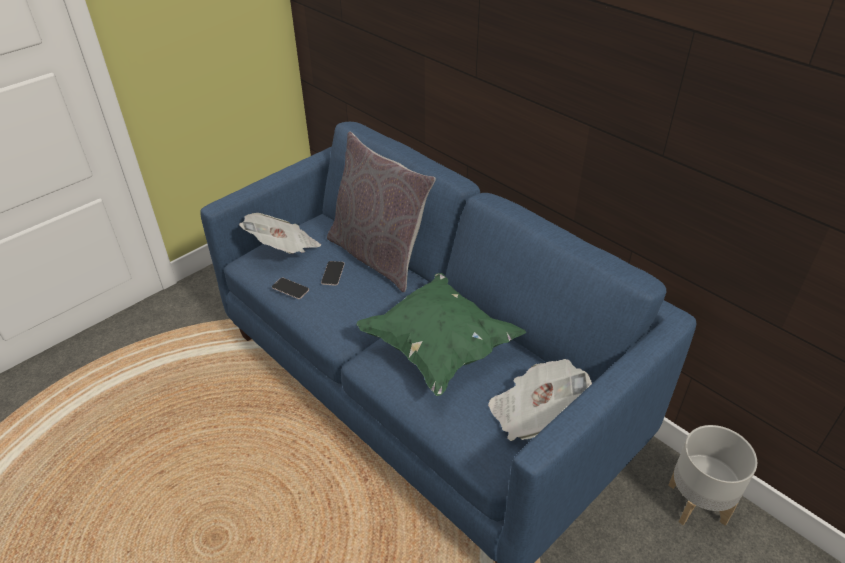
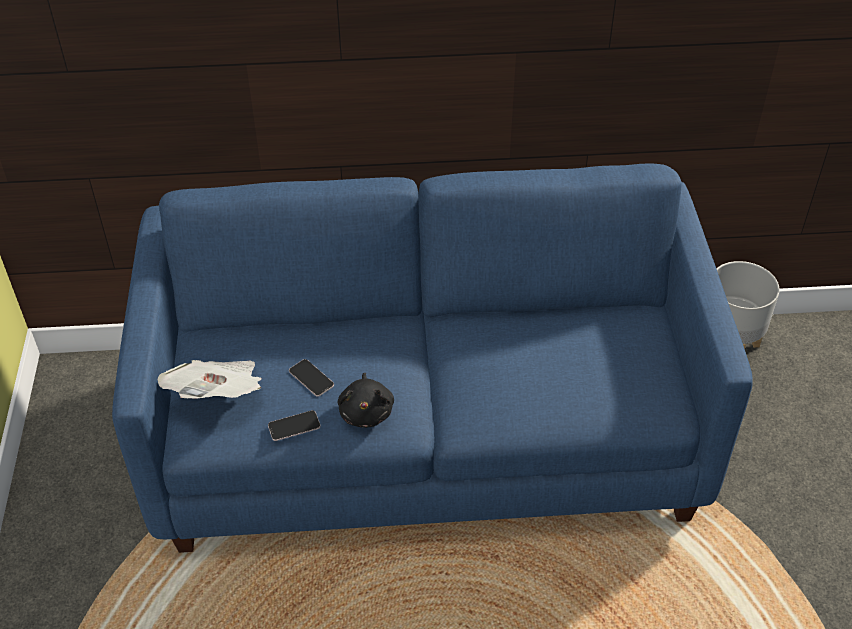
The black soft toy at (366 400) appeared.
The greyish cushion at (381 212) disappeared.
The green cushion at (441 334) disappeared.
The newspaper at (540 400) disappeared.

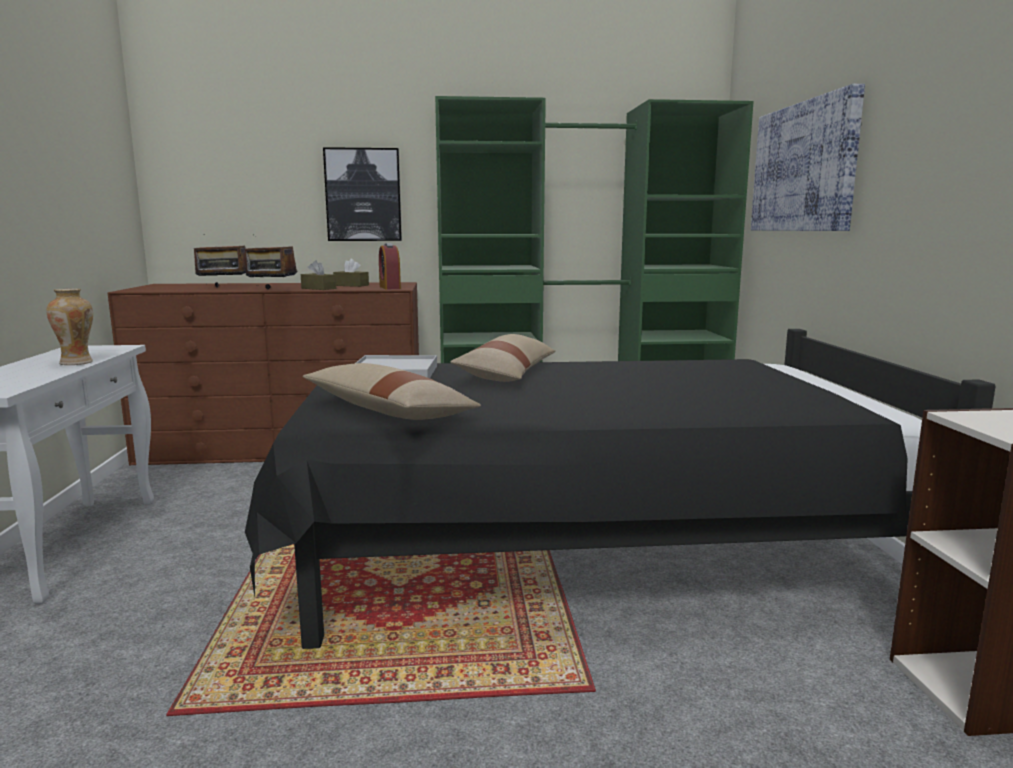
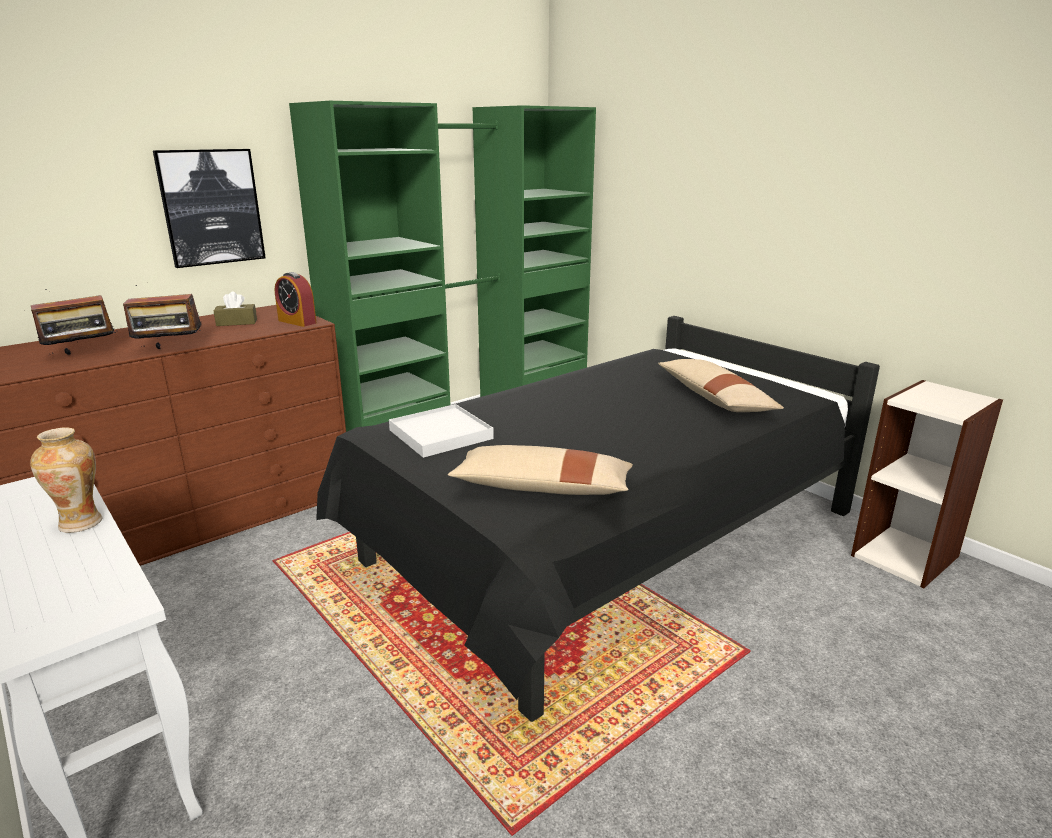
The sand-coloured cushion moved from (503 358) to (721 385).
The brown-coloured box of tissues at (318 275) disappeared.
The picture at (808 157) disappeared.

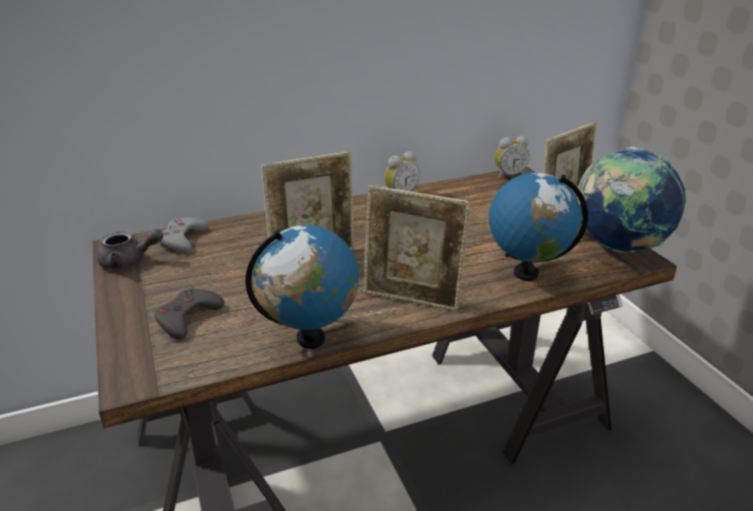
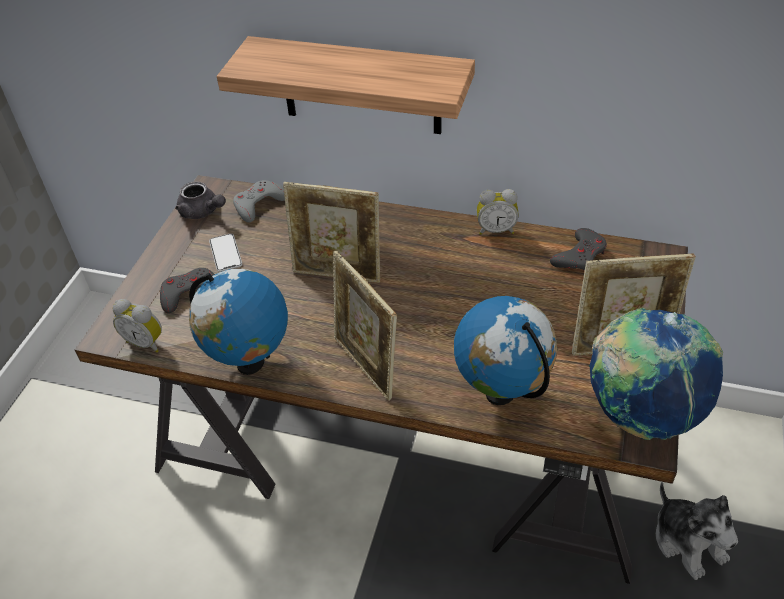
The alarm clock moved from (512 157) to (137 326).
The phone at (225 253) appeared.
The wall shelf at (346 85) appeared.
The greyish gamepad at (578 249) appeared.
The soft toy at (697 531) appeared.

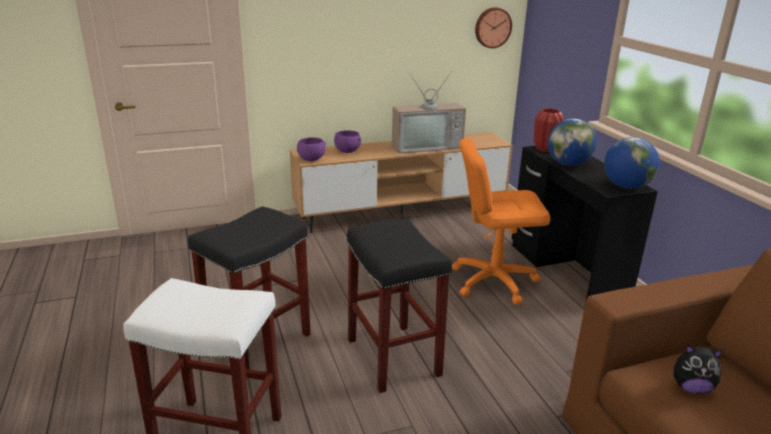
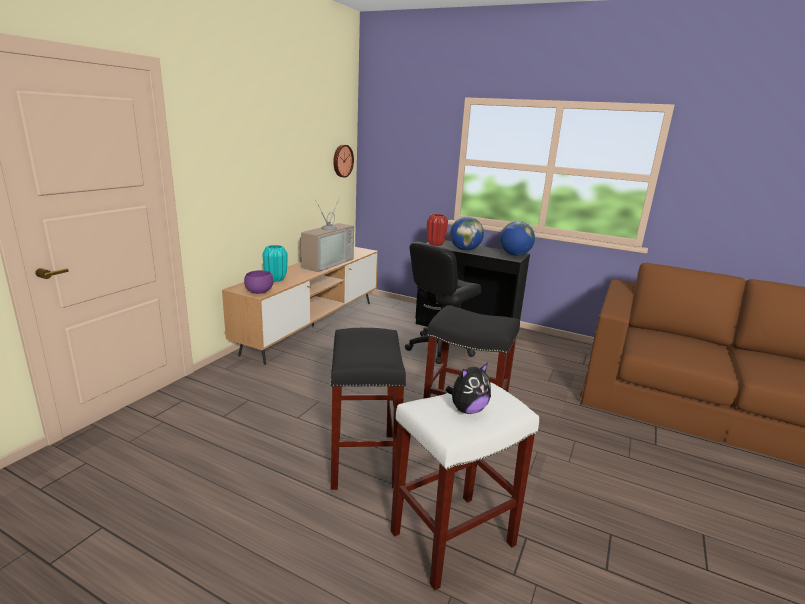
The purple serving bowl at (347 141) was replaced by the turquoise-coloured vase at (275 263).
The orangey desk chair at (501 222) became the black desk chair at (443 303).
The soft toy moved from (698 369) to (468 388).

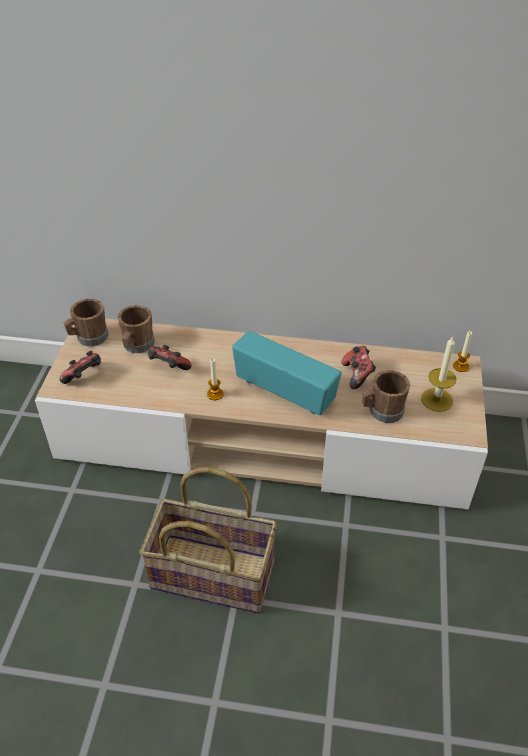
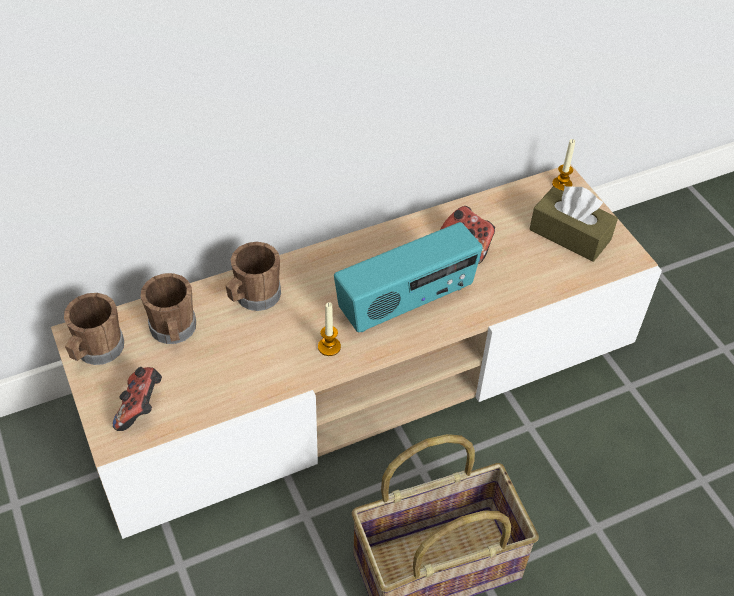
The brown-coloured tea mug moved from (386 396) to (253 276).
The radio receiver at (287 373) turned 150 degrees clockwise.
The candle at (438 374) was replaced by the brown-coloured box of tissues at (574 224).
The gamepad at (170 357) disappeared.

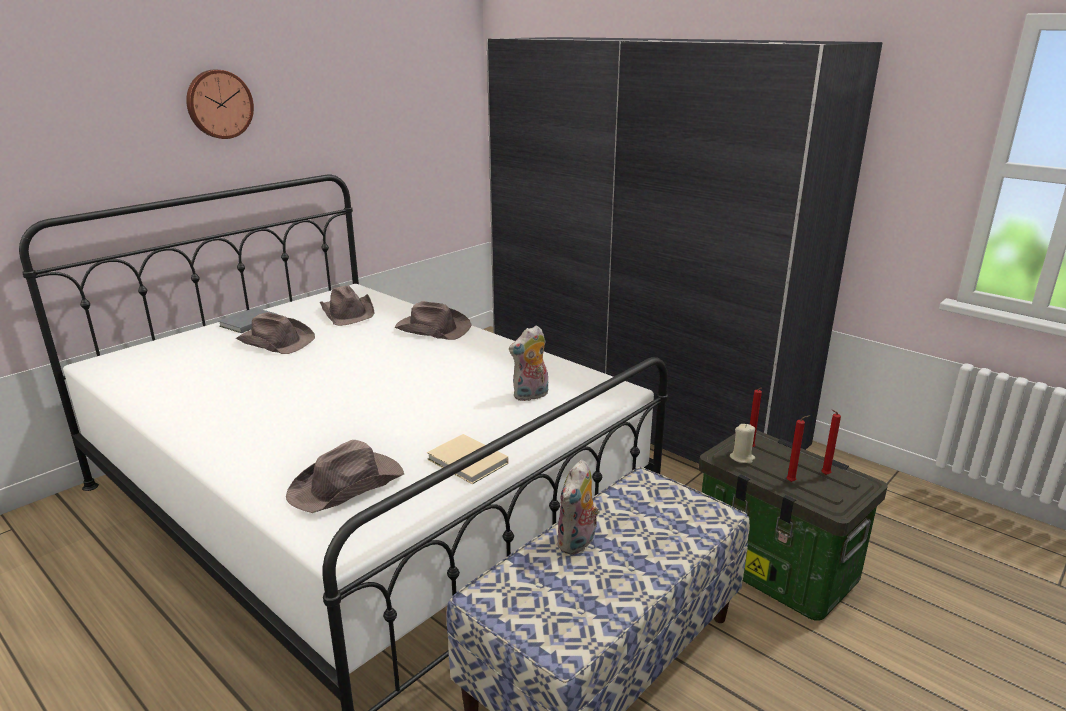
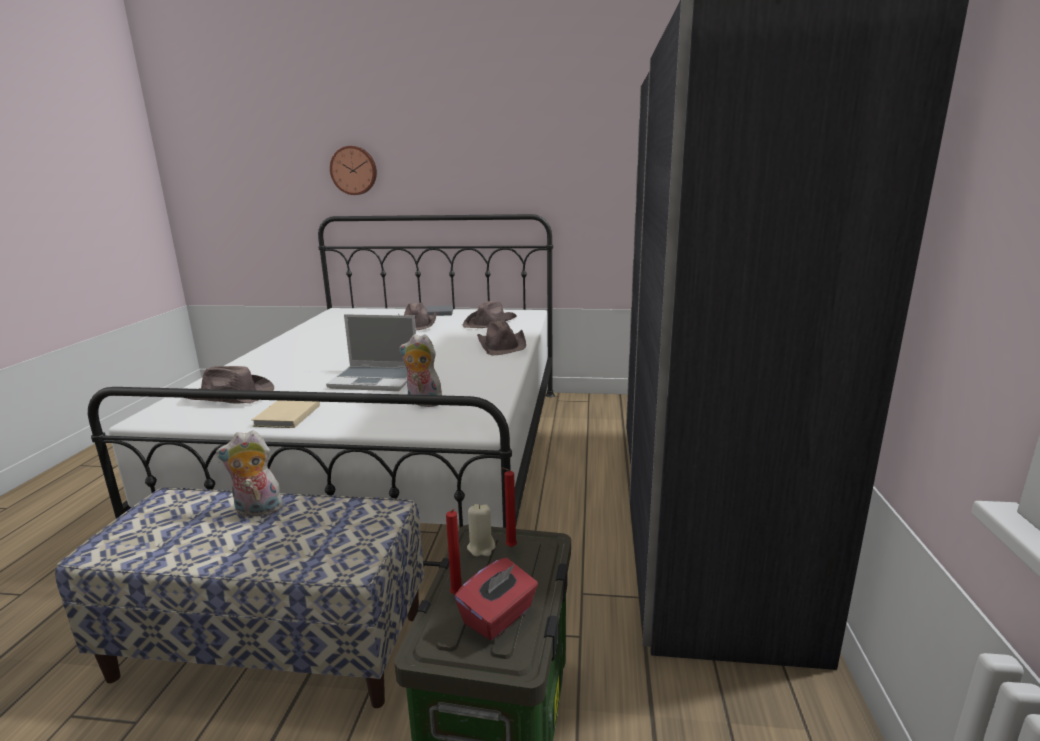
The laptop at (371 352) appeared.
The hanging clock moved from (220 104) to (353 170).
The red-coloured candle at (831 442) was replaced by the red-coloured box of tissues at (496 599).

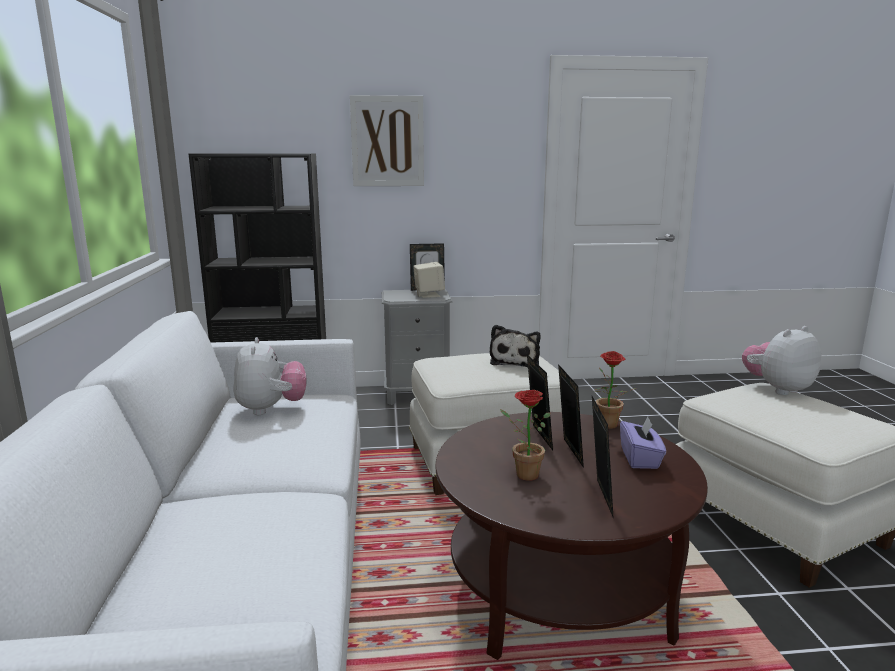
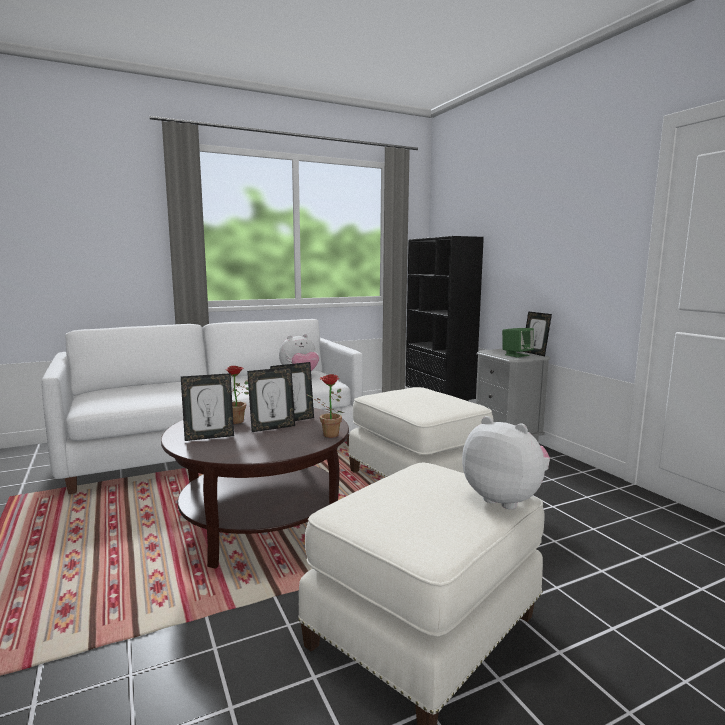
The sand-coloured audio speaker at (429 280) became the green audio speaker at (518 343).
The picture at (387 140) disappeared.
The soft toy at (515 346) disappeared.
The purple box of tissues at (643 442) disappeared.

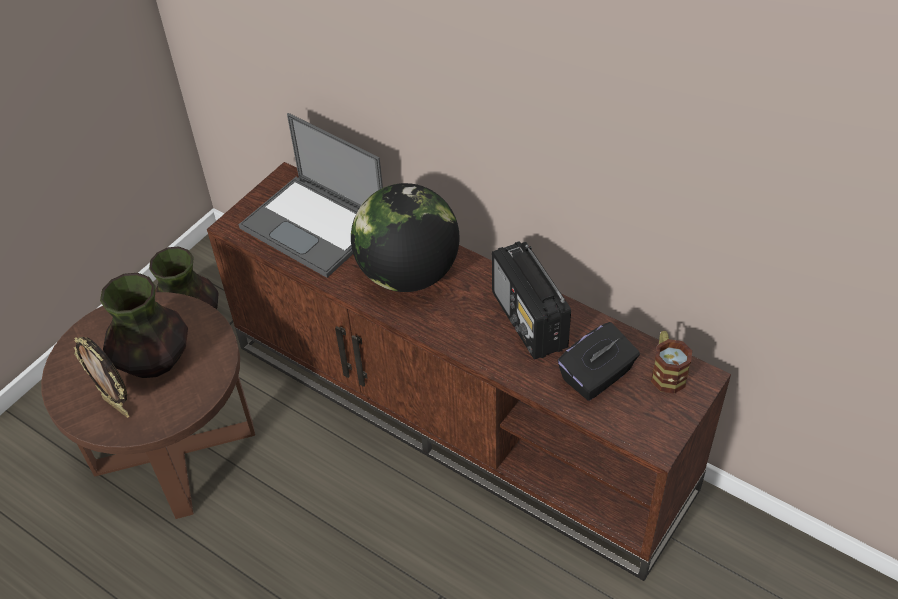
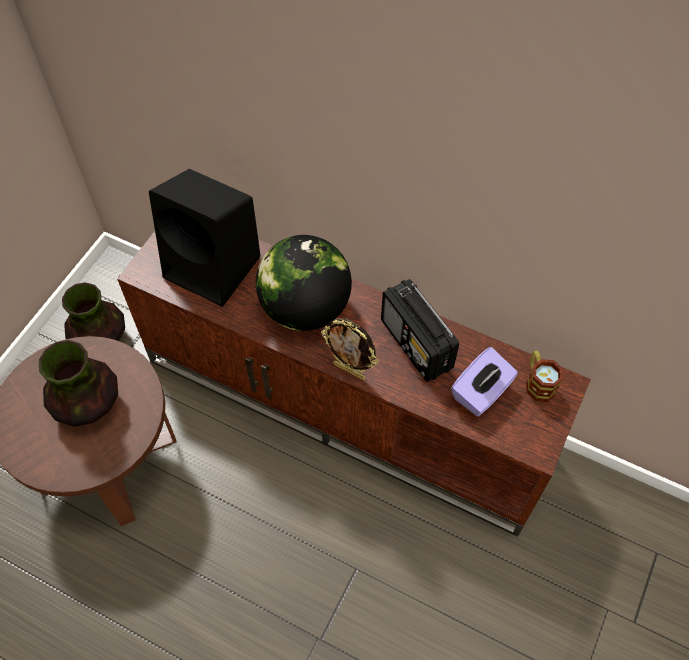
The laptop at (310 195) was replaced by the black audio speaker at (205 238).
The photo frame moved from (101 377) to (349 349).
The black box of tissues at (599 361) became the purple box of tissues at (484 382).

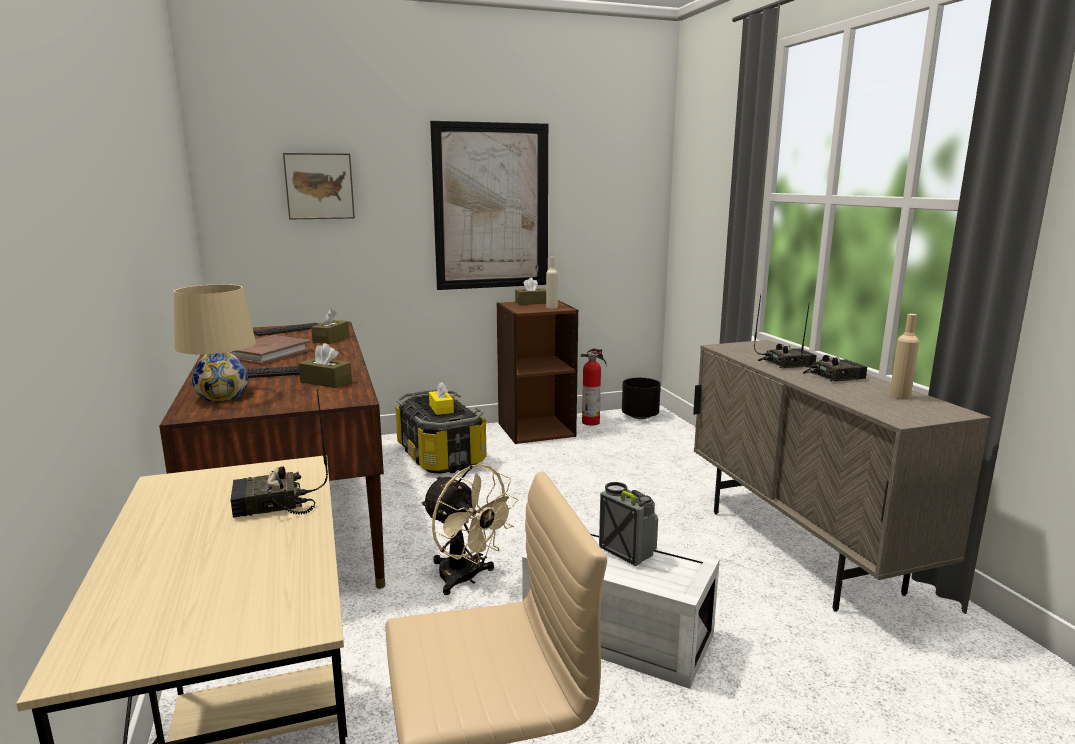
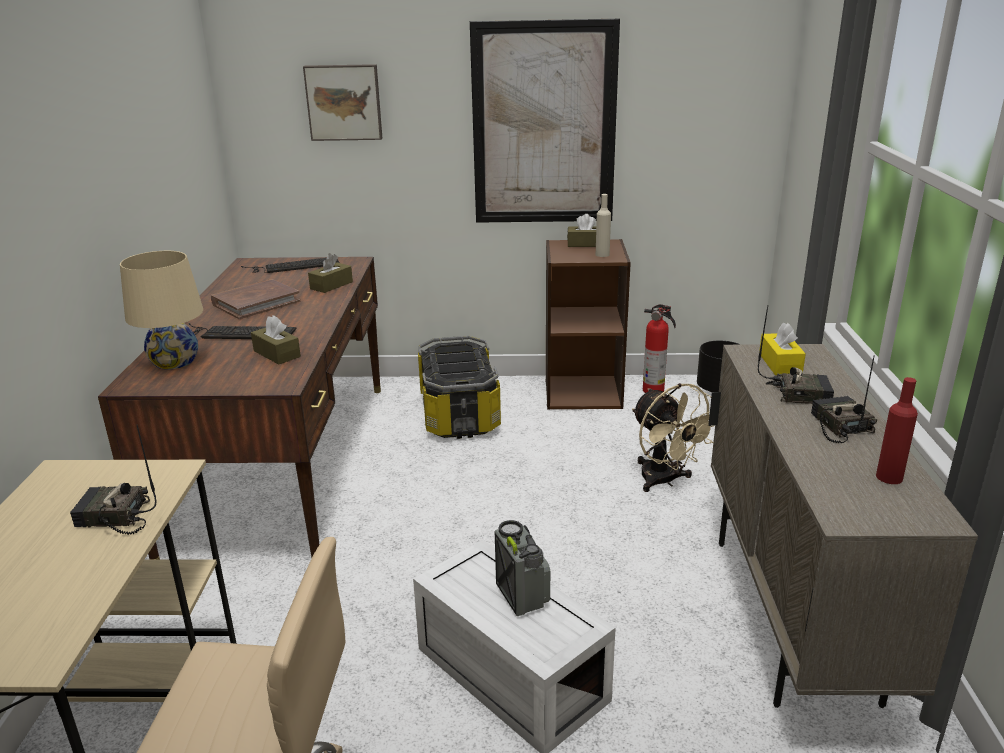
The sand-coloured cooling fan moved from (470 529) to (673 437).
The yellowish box of tissues moved from (441 398) to (782 349).
The radio receiver at (834 342) turned 105 degrees counterclockwise.
The sand-coloured bottle at (904 357) became the red-coloured bottle at (897 430).

